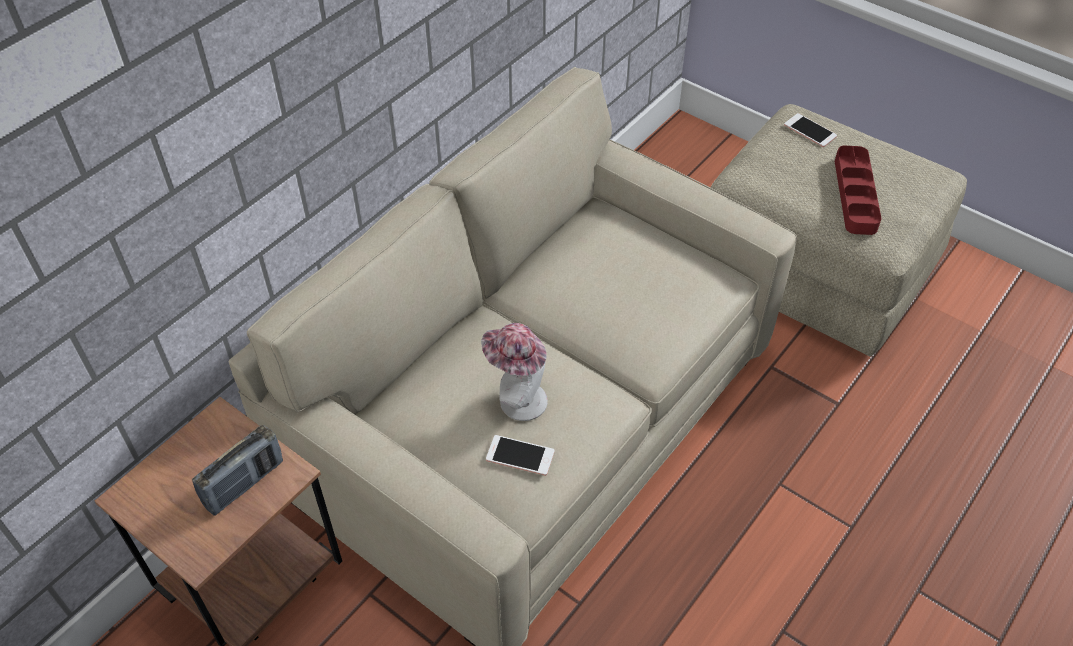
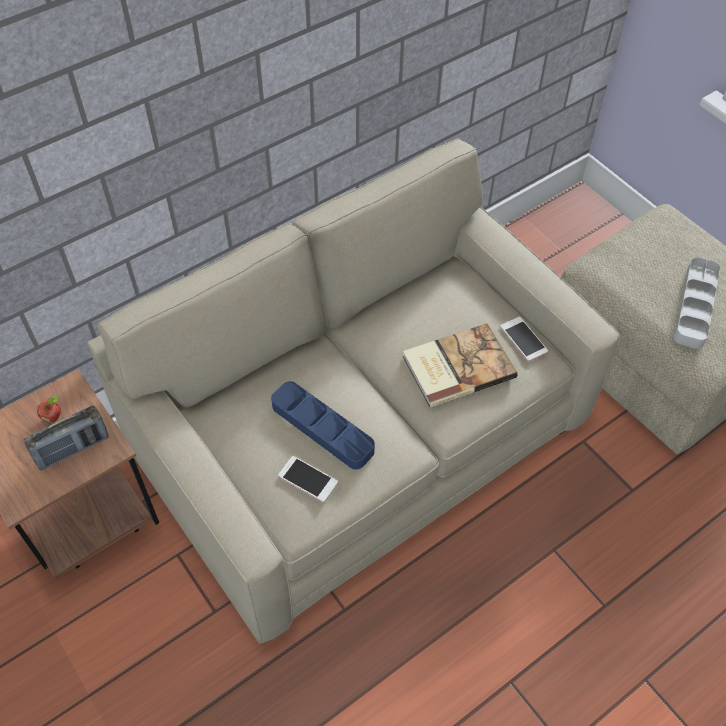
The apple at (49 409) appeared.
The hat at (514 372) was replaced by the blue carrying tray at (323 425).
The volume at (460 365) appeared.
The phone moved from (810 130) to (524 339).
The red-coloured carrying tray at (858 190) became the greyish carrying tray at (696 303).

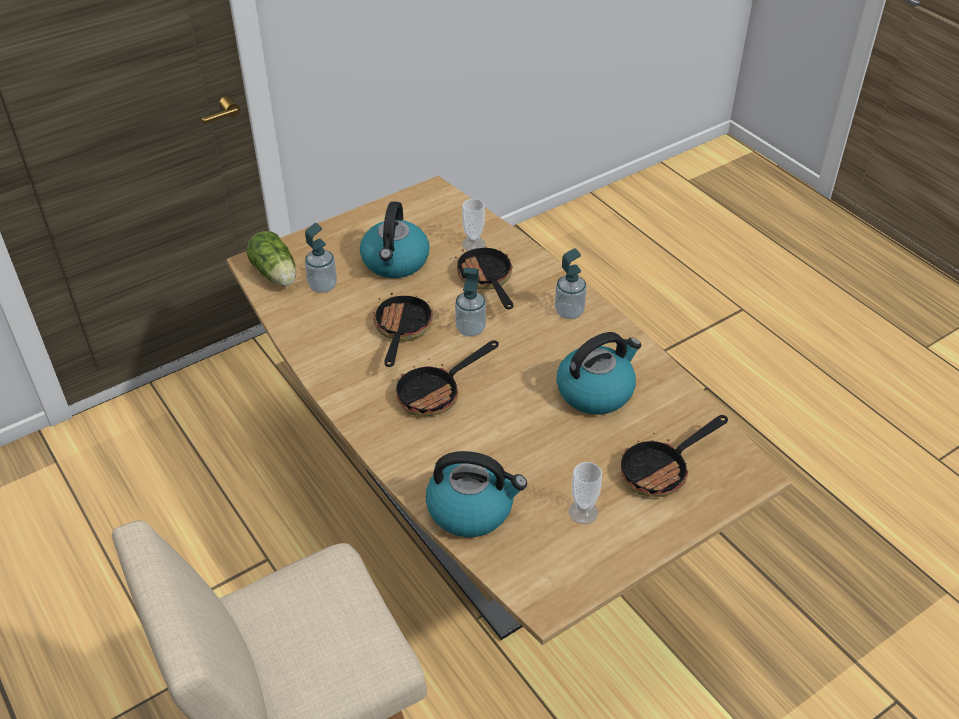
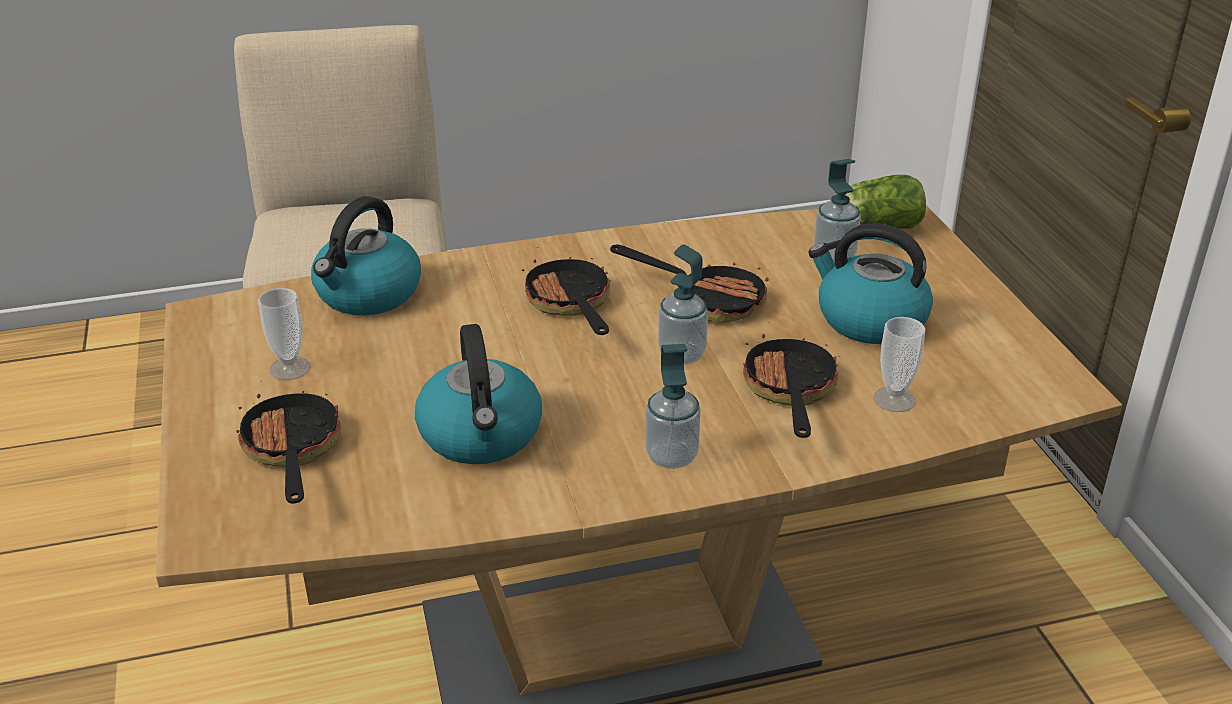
The frying pan at (484 277) turned 90 degrees counterclockwise.

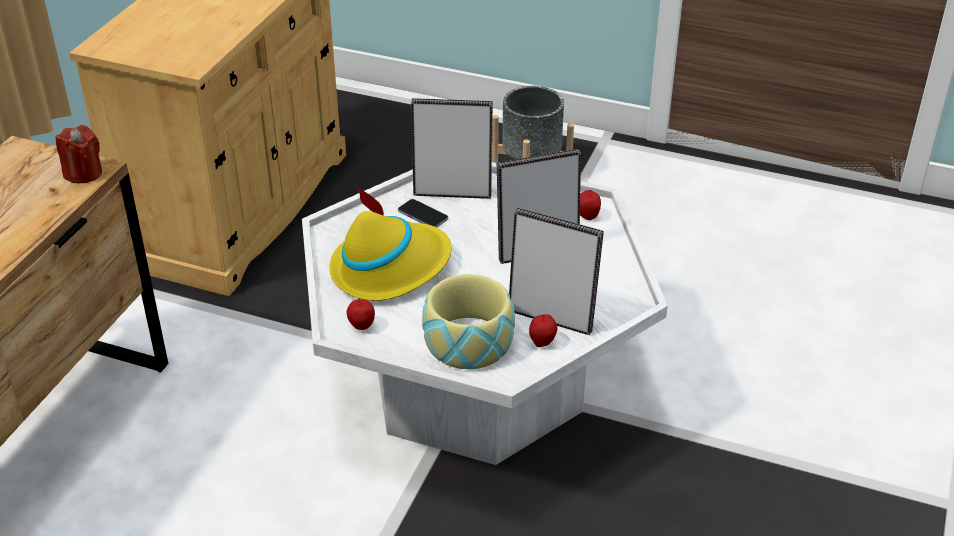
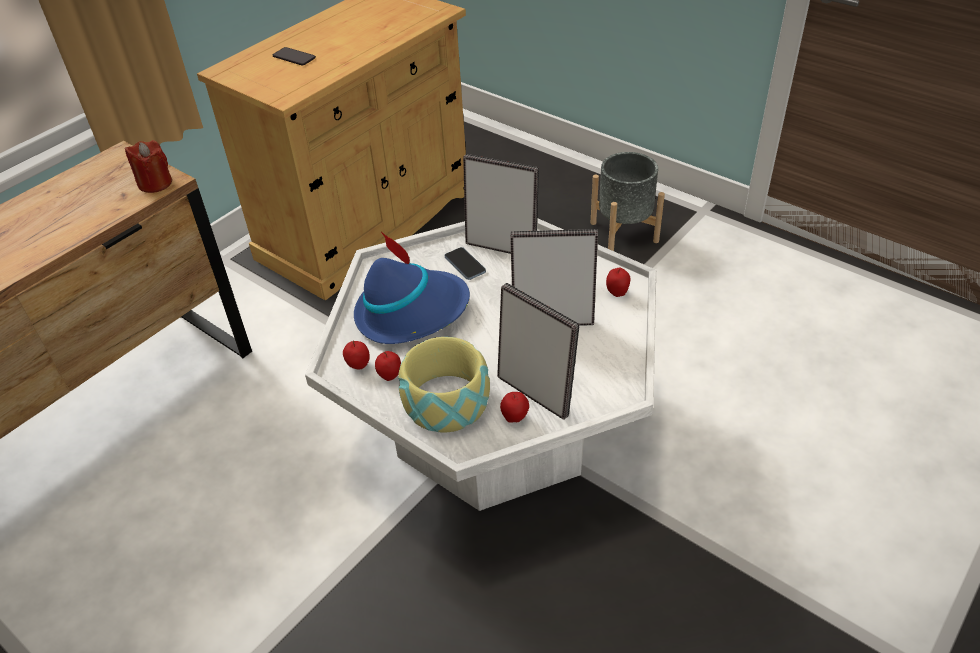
The phone at (294 56) appeared.
The yellowish hat at (391 243) became the blue hat at (412 288).
The apple at (388 366) appeared.

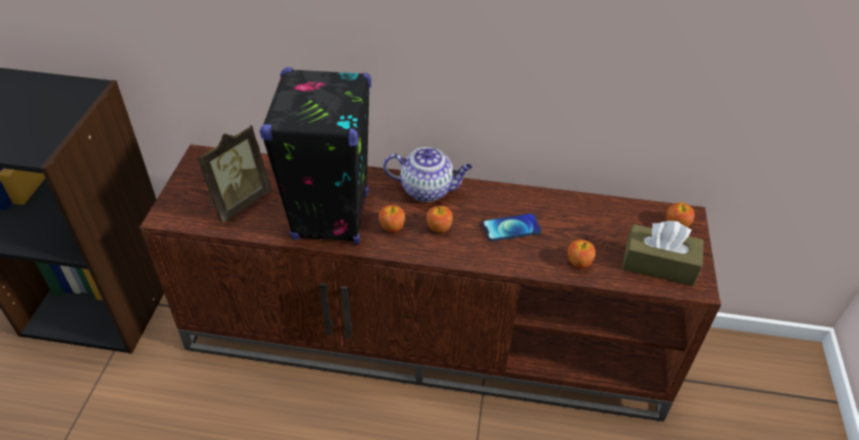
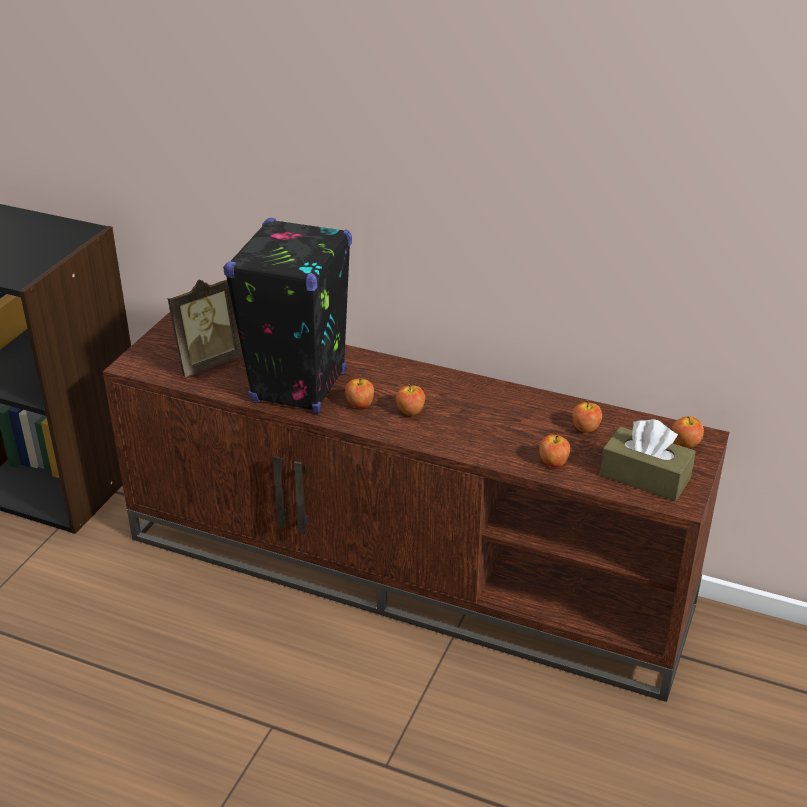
The apple at (587 416) appeared.
The tea pot at (427 174) disappeared.
The phone at (512 227) disappeared.

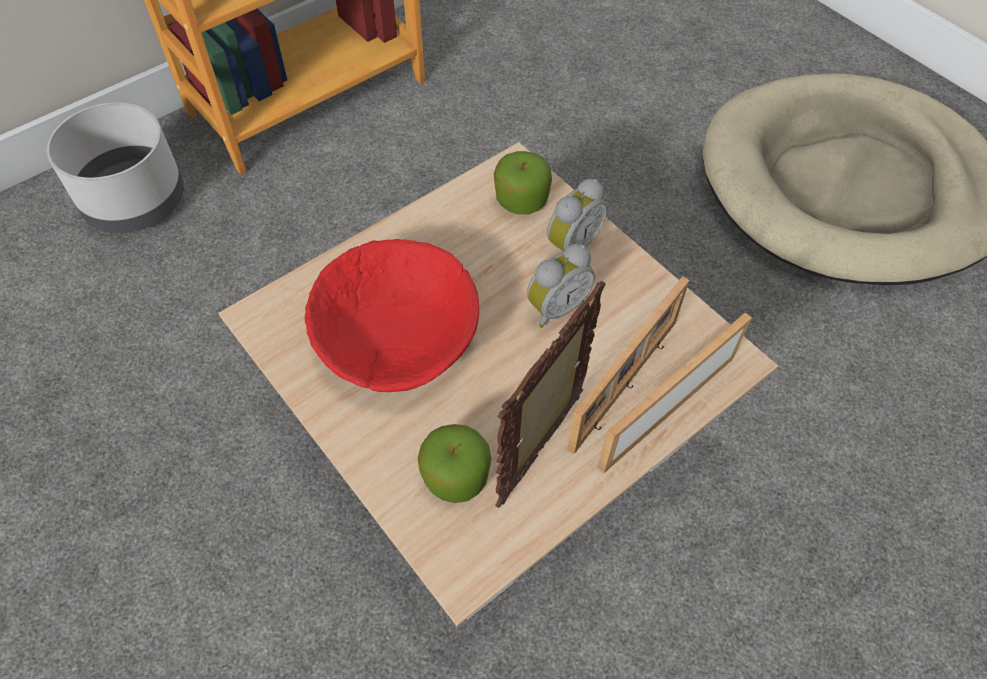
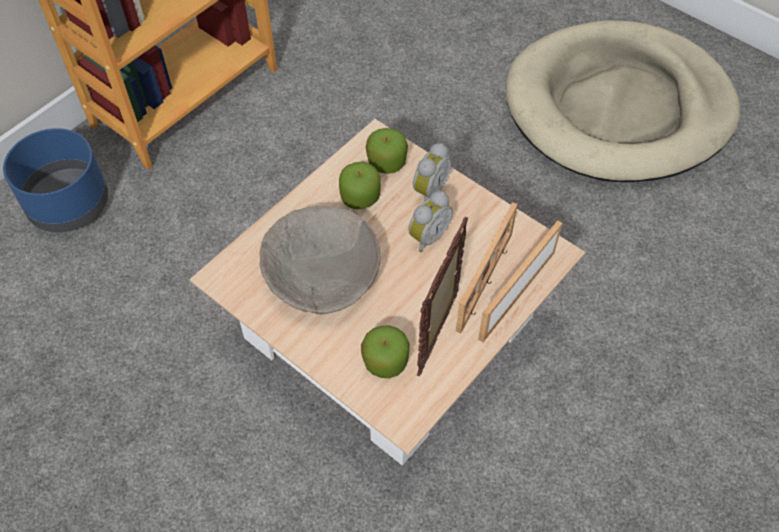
The greyish plant pot at (115 167) became the blue plant pot at (55 180).
The red-coloured serving bowl at (392 315) became the sand-coloured serving bowl at (320 260).
The apple at (360 185) appeared.

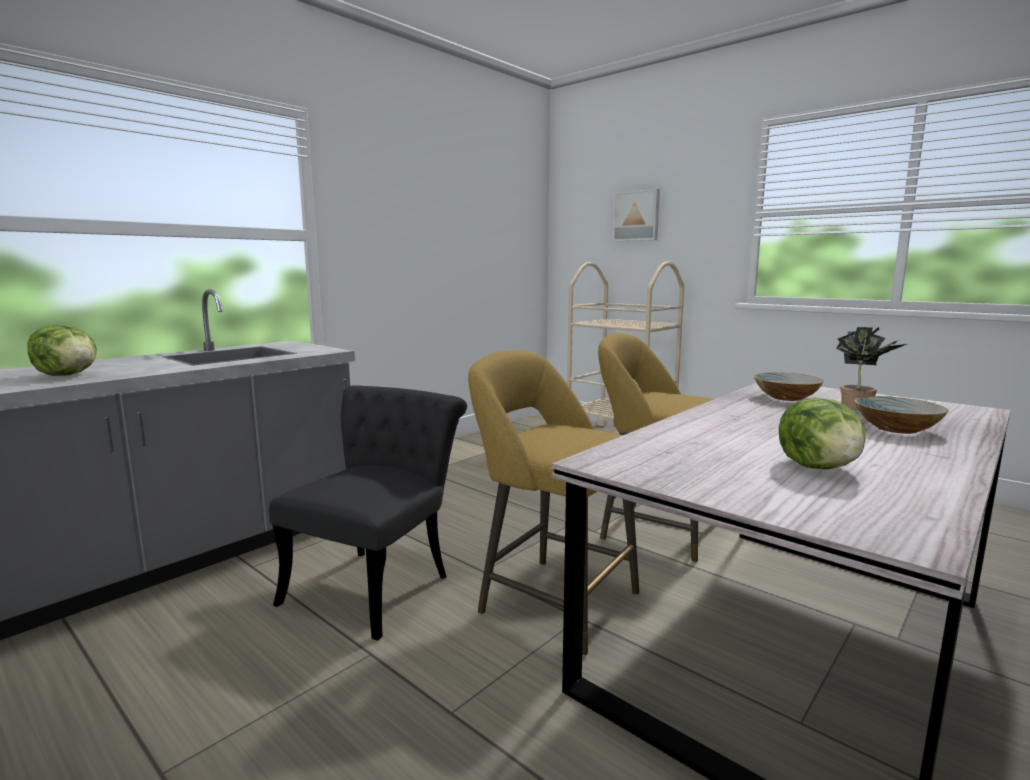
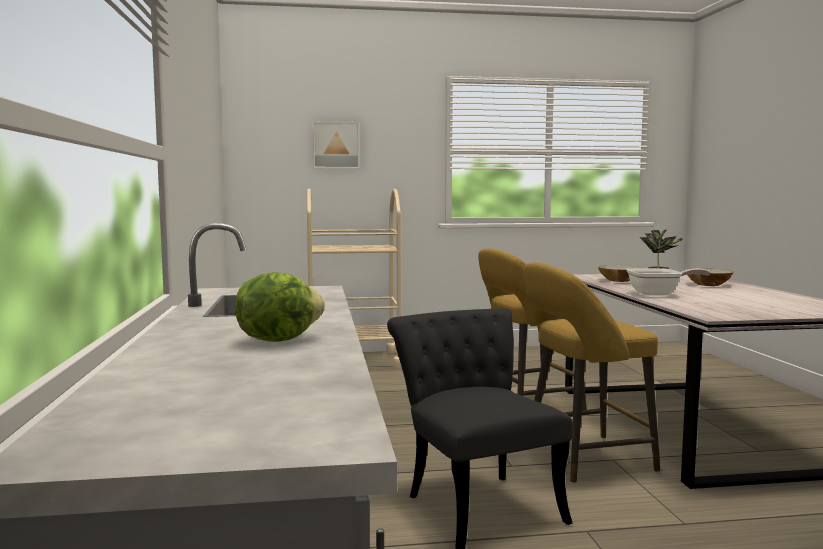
The frying pan at (668 282) appeared.
The head of lettuce at (822 434) disappeared.

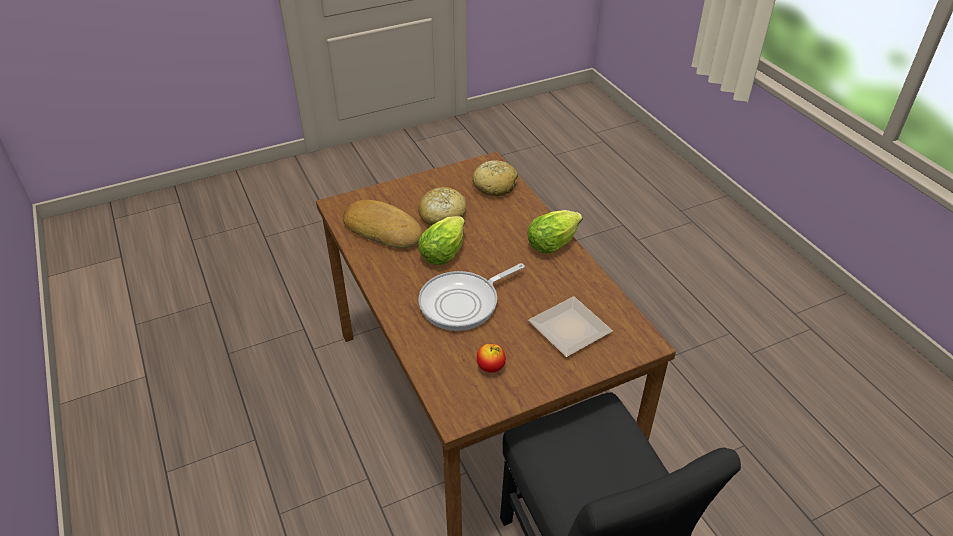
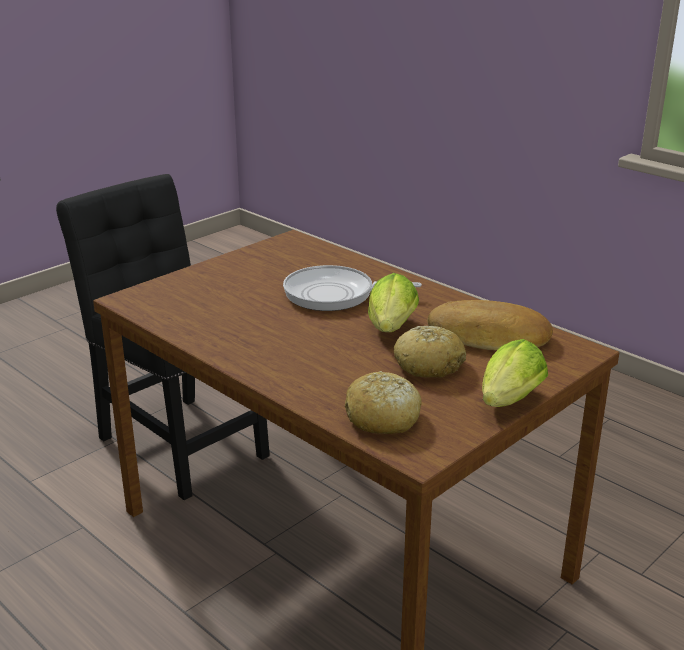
The frying pan at (471 297) turned 120 degrees counterclockwise.
The head of lettuce moved from (554 231) to (515 373).
The apple at (491 358) disappeared.
The flat dish at (570 326) disappeared.

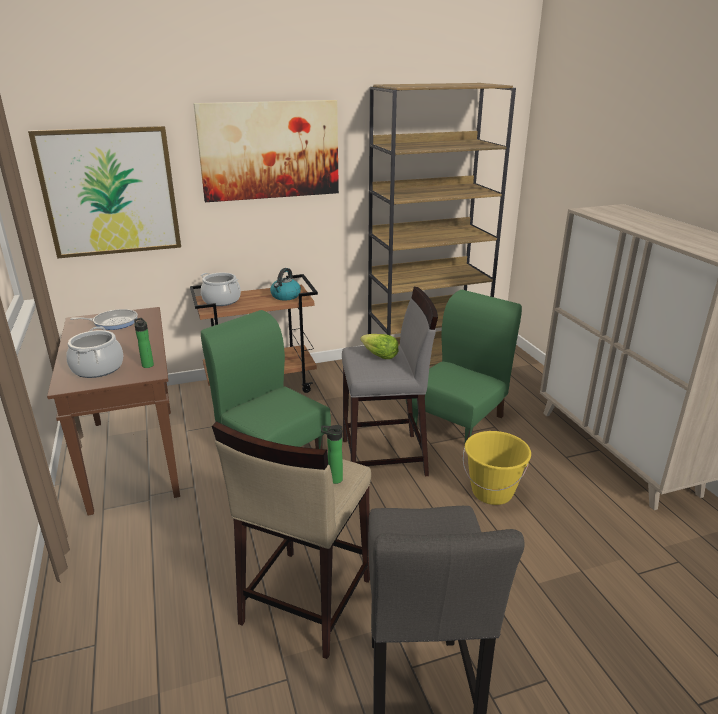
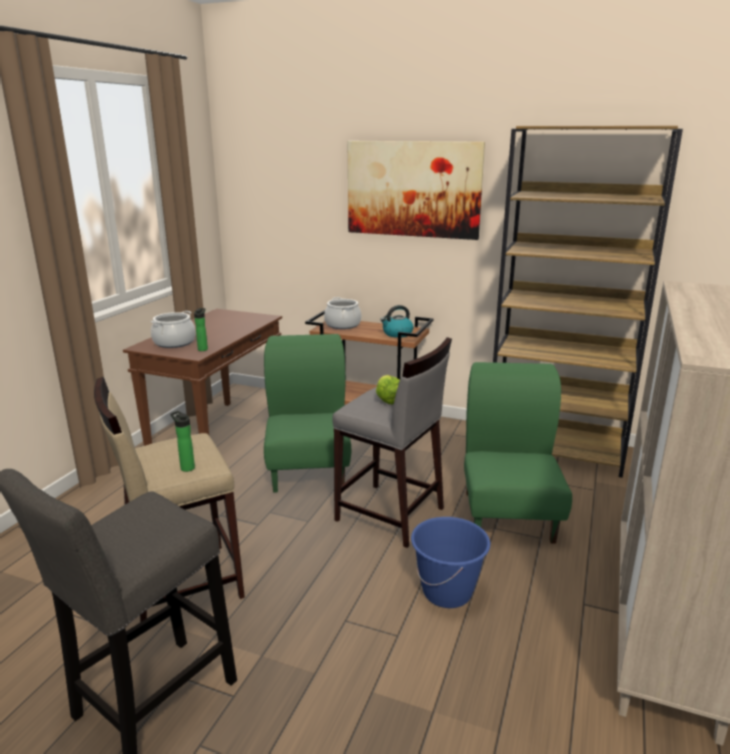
The yellowish bucket at (497 468) became the blue bucket at (450 562).
The green chair at (464 368) turned 75 degrees counterclockwise.
The picture at (104 192) disappeared.
The frying pan at (104 319) disappeared.

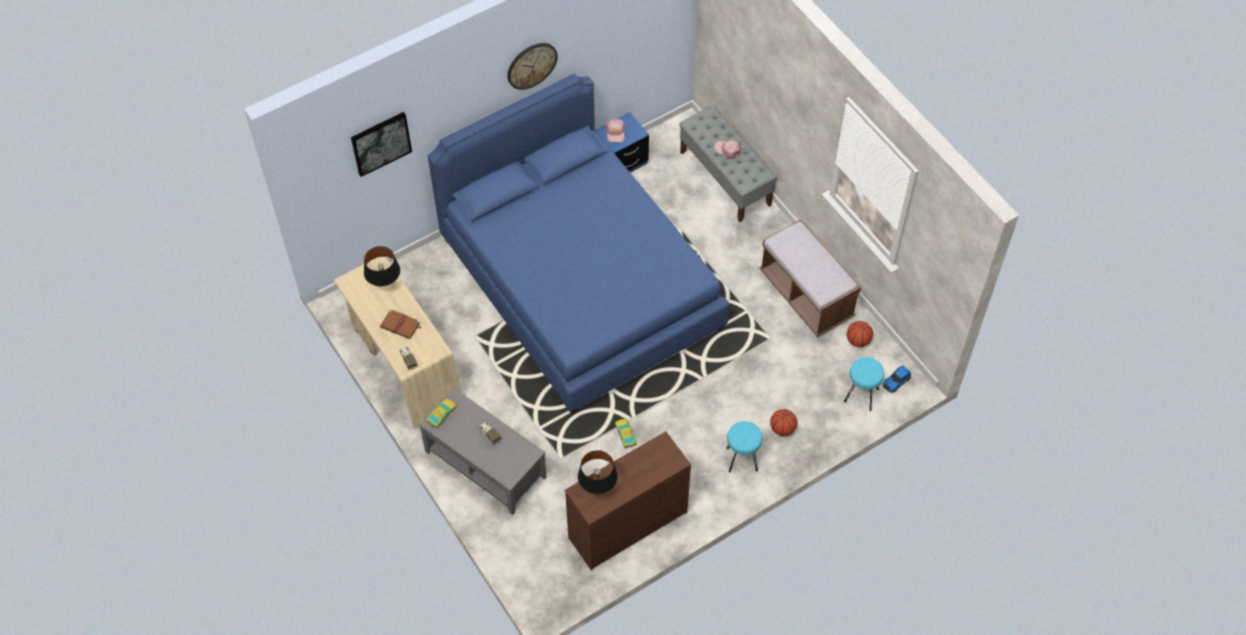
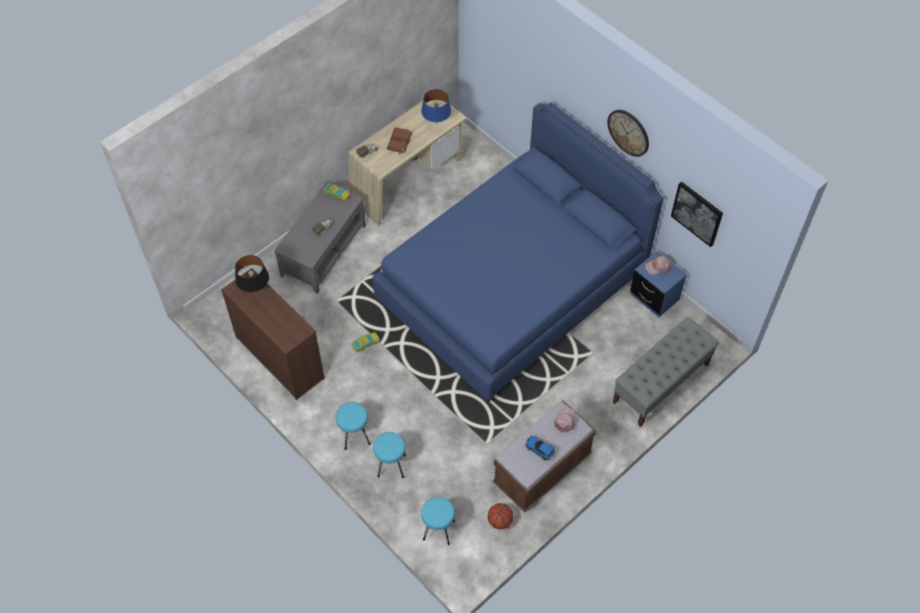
The basketball at (783 422) was replaced by the turquoise-coloured stool seat at (389 455).
The black table lamp at (382 266) became the blue table lamp at (436 106).
The model car moved from (896 379) to (540 448).
The pink cap moved from (727 149) to (565 420).
The picture moved from (381 144) to (697 214).

